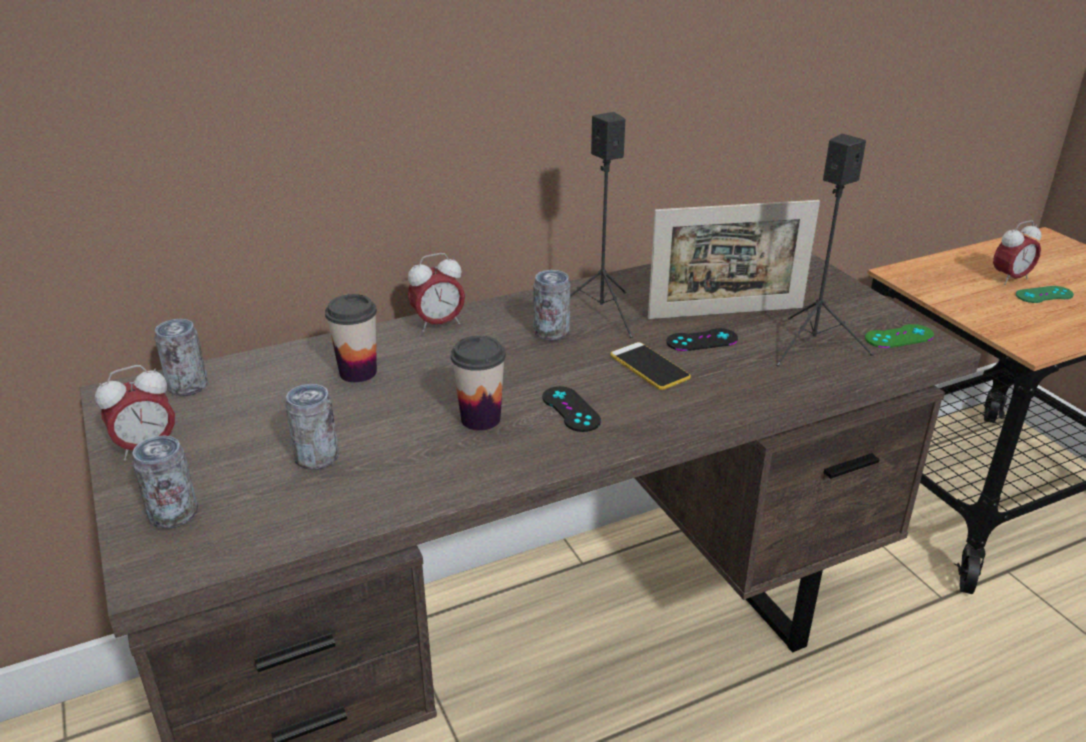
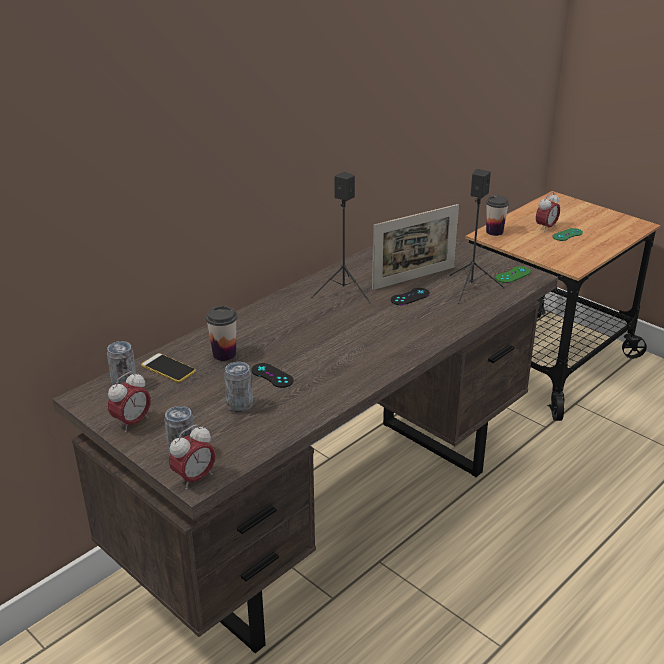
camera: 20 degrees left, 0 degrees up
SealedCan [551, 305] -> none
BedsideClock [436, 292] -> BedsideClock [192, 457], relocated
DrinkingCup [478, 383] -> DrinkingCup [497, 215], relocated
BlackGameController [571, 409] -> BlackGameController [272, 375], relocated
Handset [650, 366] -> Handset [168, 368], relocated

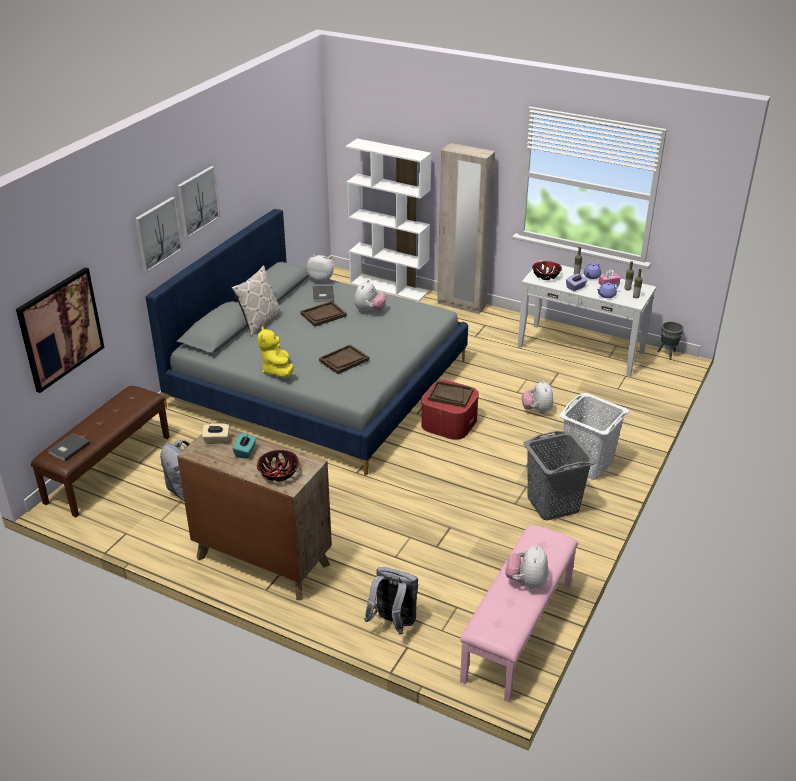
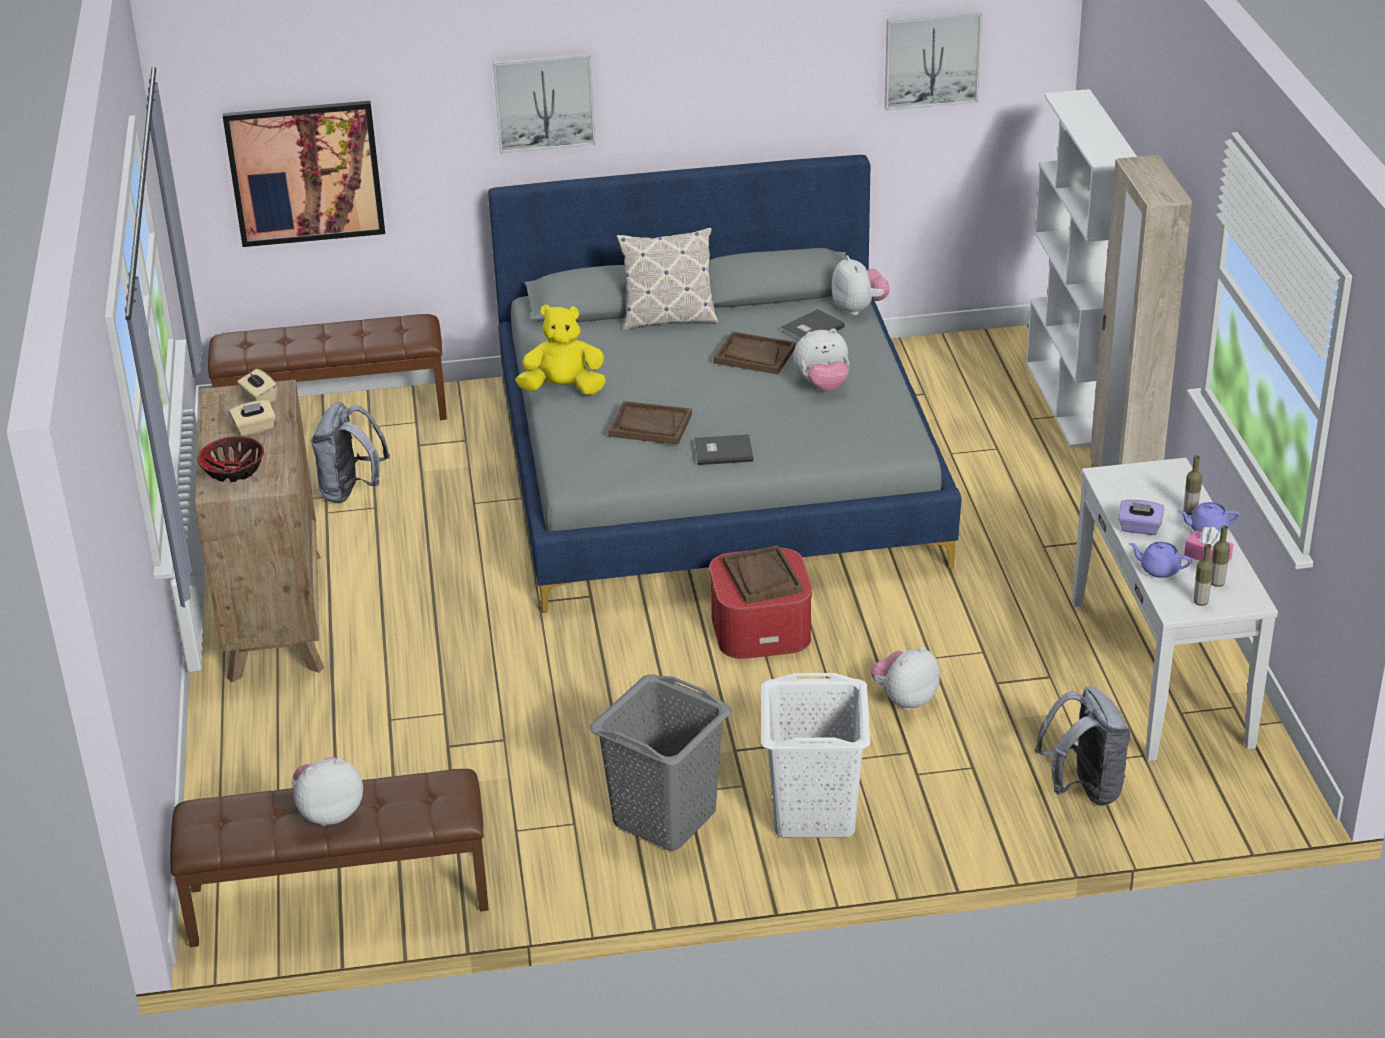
camera: 55 degrees right, 0 degrees up
DeepDish [547, 270] -> none
GreyishFlowerPot [671, 341] -> none
GreyishBoundBook [68, 447] -> GreyishBoundBook [723, 449], relocated
WallArt [198, 202] -> WallArt [933, 61], relocated
GreyishKnapsack [391, 601] -> GreyishKnapsack [1083, 746], relocated
TurquoiseColouredBoxOfTissues [244, 446] -> BeigeBoxOfTissues [252, 418]
PinkishLongSeat [519, 613] -> BrownLongSeat [329, 858]
YellowishSoftToy [276, 352] -> YellowishSoftToy [561, 350], 45 degrees clockwise

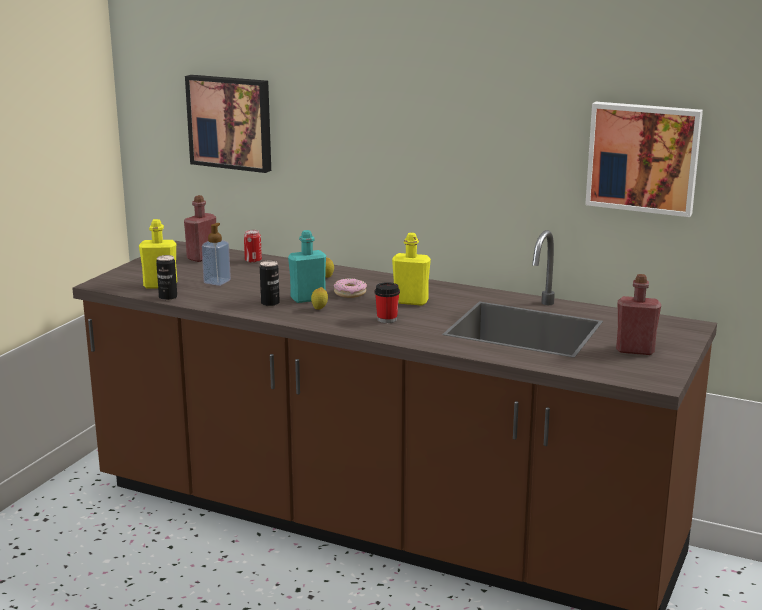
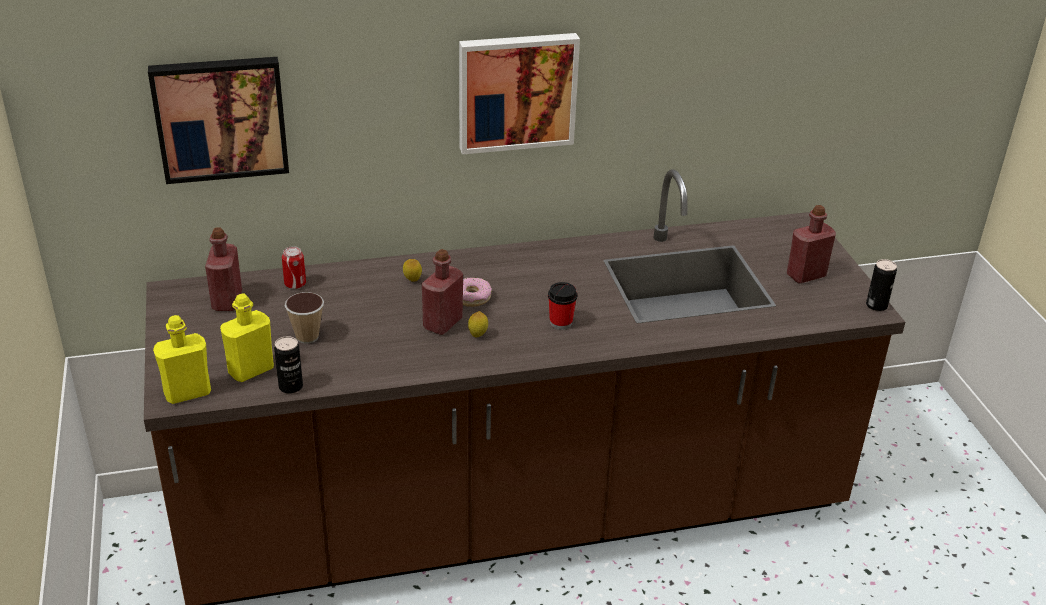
camera: 40 degrees left, 15 degrees up
SealedCan [270, 283] -> SealedCan [881, 285], relocated
YellowishBottle [411, 269] -> YellowishBottle [182, 359], relocated
WallArt [644, 159] -> WallArt [519, 93], relocated
SoapDispenser [216, 254] -> DrinkingCup [304, 318]
TurquoiseColouredBottle [307, 266] -> RedBottle [442, 292]

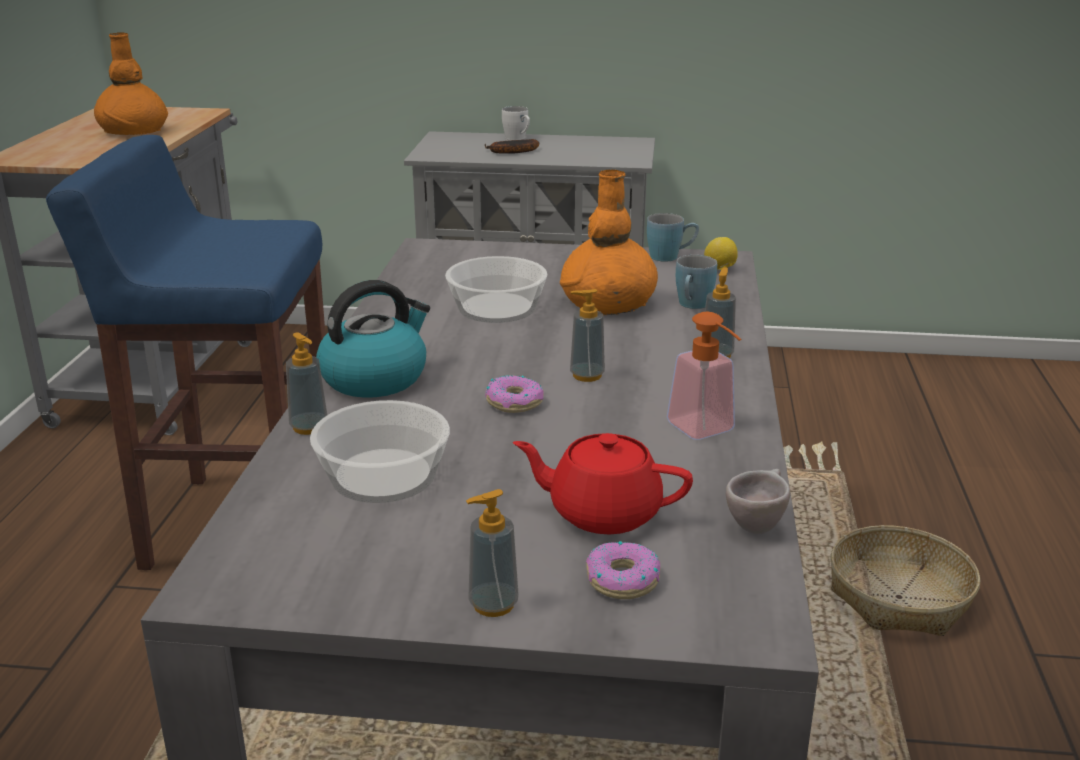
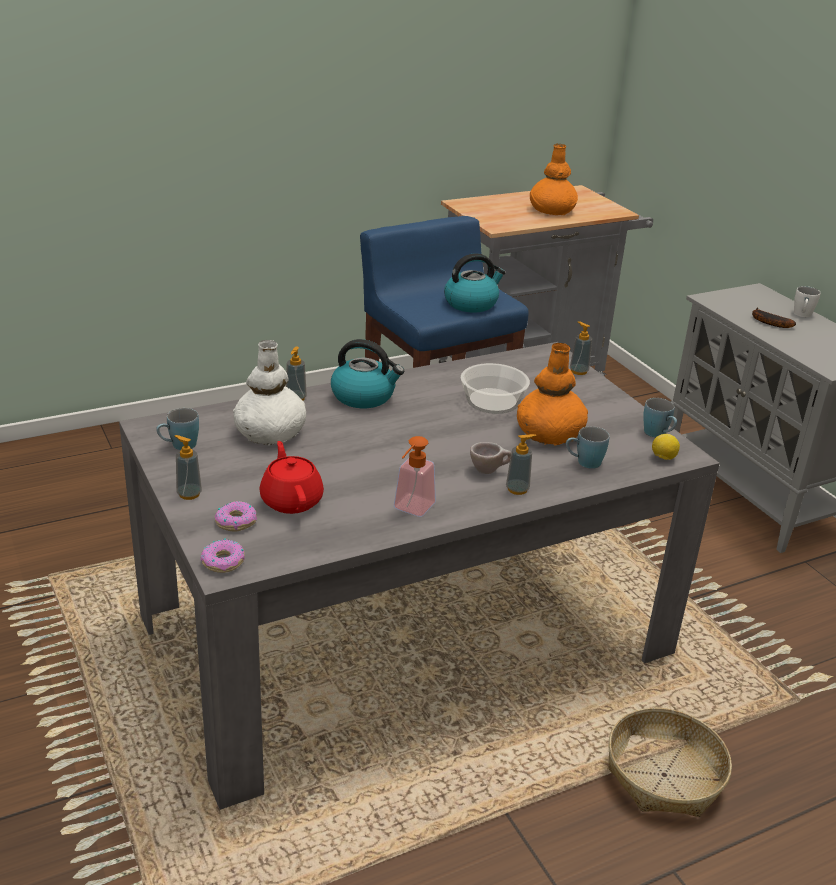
camera: 55 degrees right, 5 degrees up
none -> BluishMug [177, 429]
none -> TeaKettle [475, 283]
RingDoughnut [514, 394] -> RingDoughnut [222, 556], relocated
SoapDispenser [587, 335] -> SoapDispenser [581, 348], relocated
BeigeDrinkingCup [758, 501] -> BeigeDrinkingCup [490, 458], relocated
DeepDish [380, 451] -> WhitishFlowerVase [269, 392]

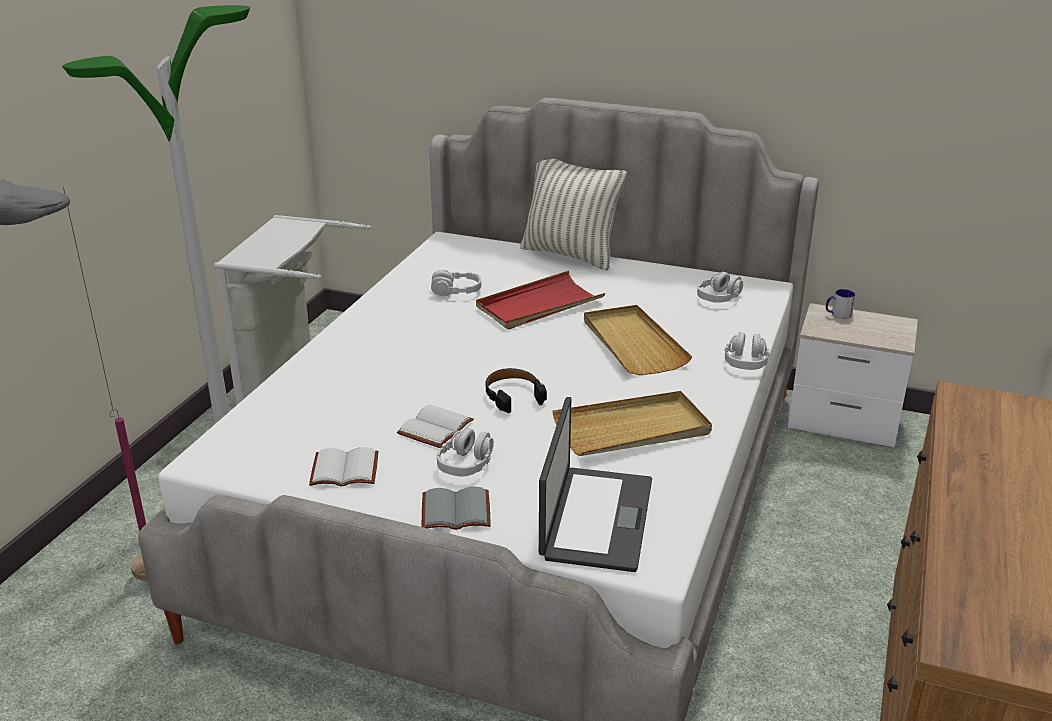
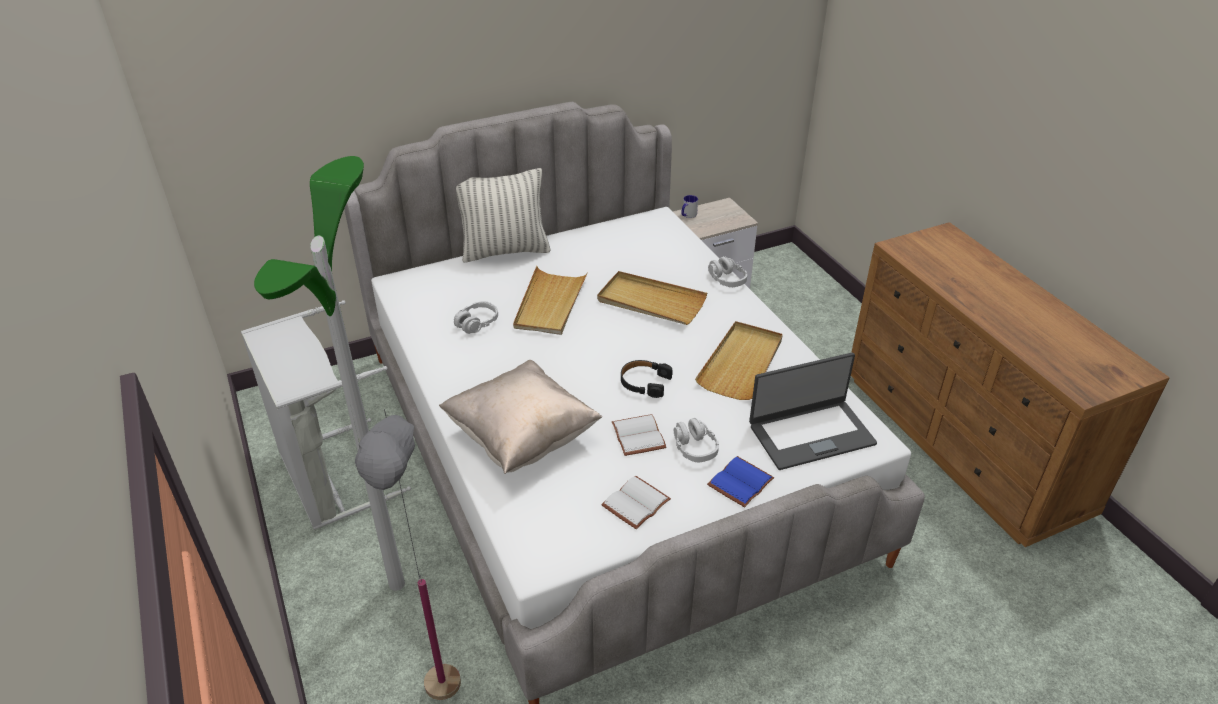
camera: 45 degrees left, 10 degrees up
GreyishHeadphones [720, 287] -> none
none -> BeigePillow [520, 417]
GreyishBoundBook [456, 508] -> BluishBoundBook [740, 481]
RedCarryingTray [540, 300] -> BeigeCarryingTray [550, 300]
PortableComputer [595, 484] -> PortableComputer [813, 411], 105 degrees clockwise

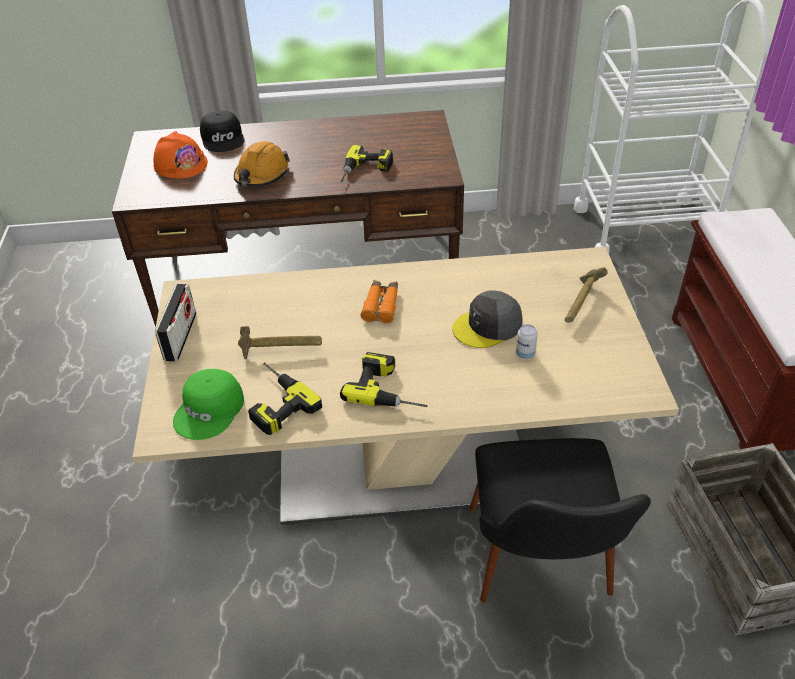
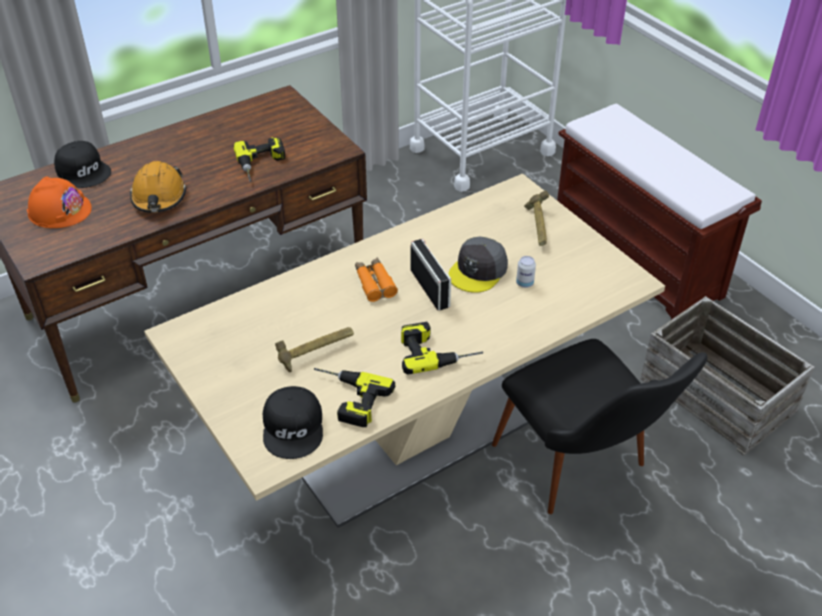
camera: 30 degrees left, 0 degrees up
RadioReceiver [175, 322] -> RadioReceiver [431, 275], relocated
GreenishBaseballCap [208, 404] -> BlackBaseballCap [293, 422]

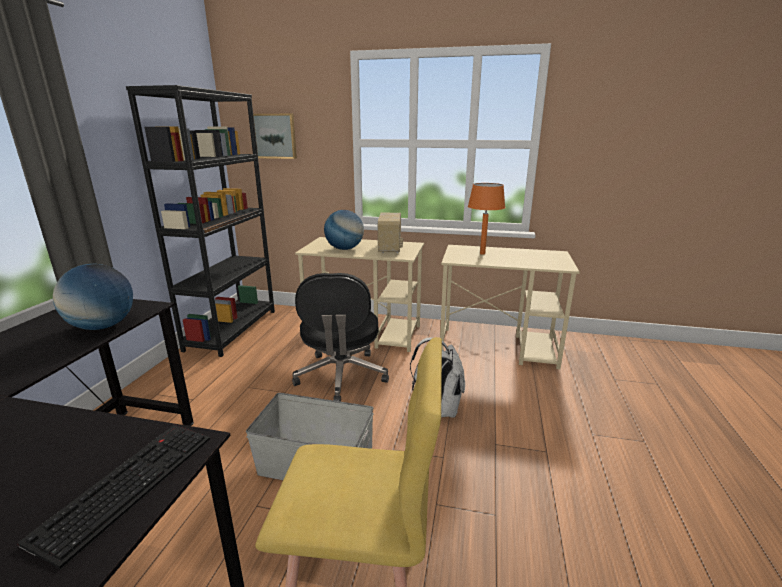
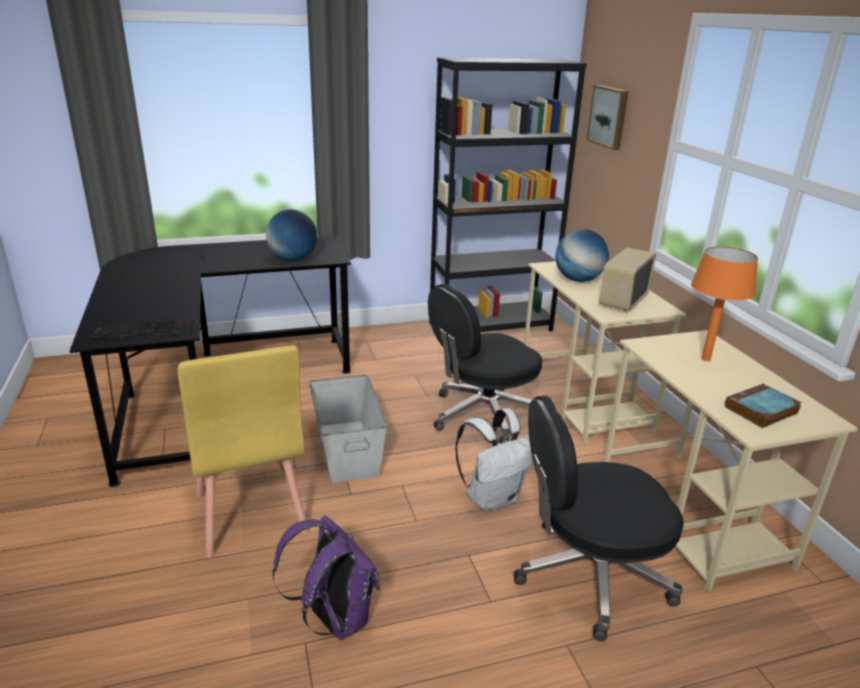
camera: 60 degrees right, 5 degrees up
none -> PurplishKnapsack [326, 577]
none -> BlackDeskChair [599, 518]
none -> BoundBook [763, 405]
RadioReceiver [390, 233] -> RadioReceiver [627, 279], 150 degrees clockwise

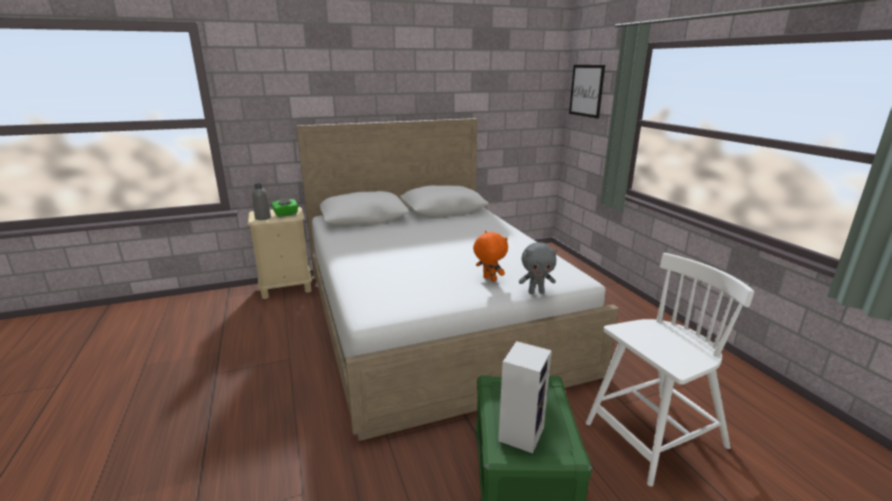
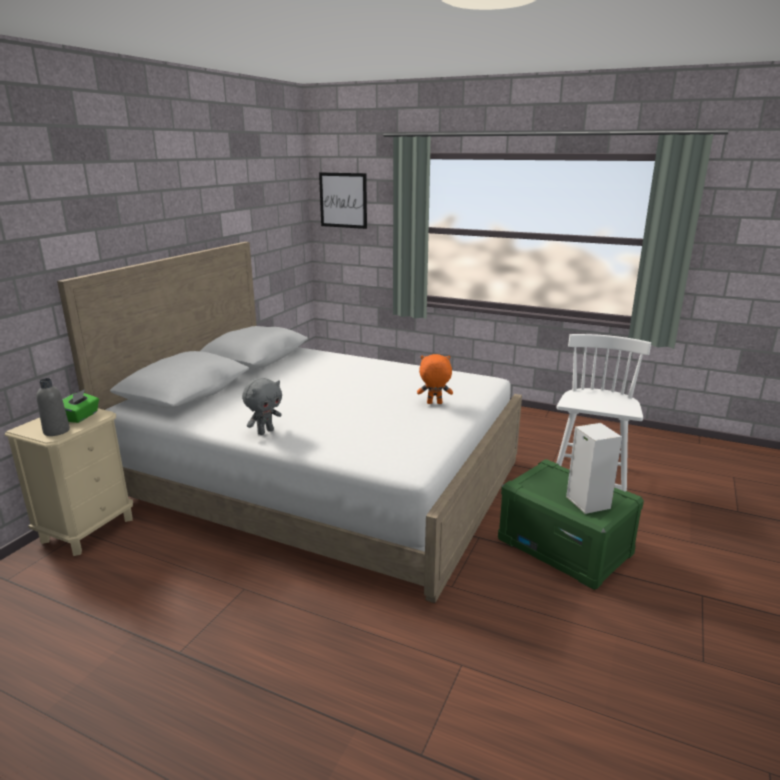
camera: 45 degrees left, 0 degrees up
GreyishSoftToy [538, 268] -> GreyishSoftToy [262, 406], relocated

